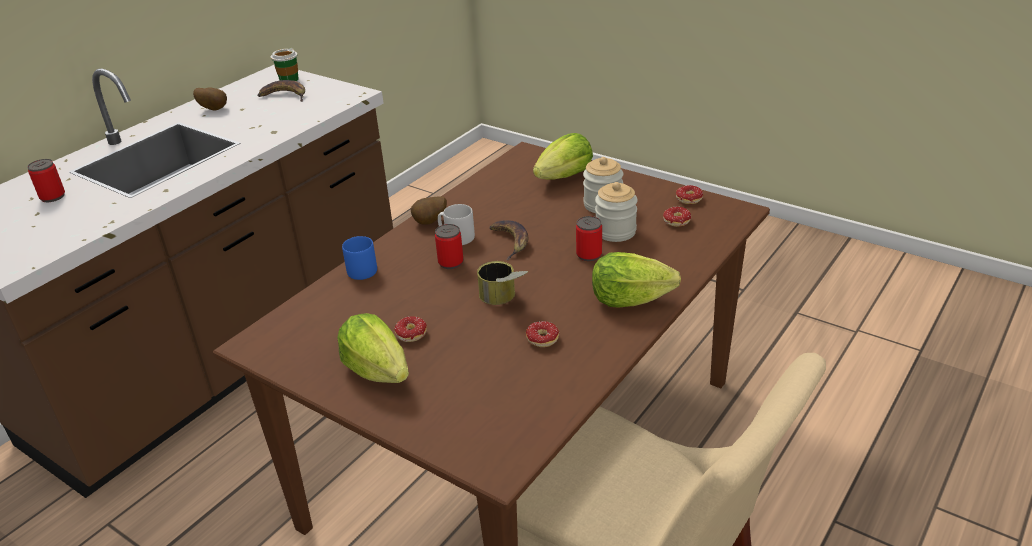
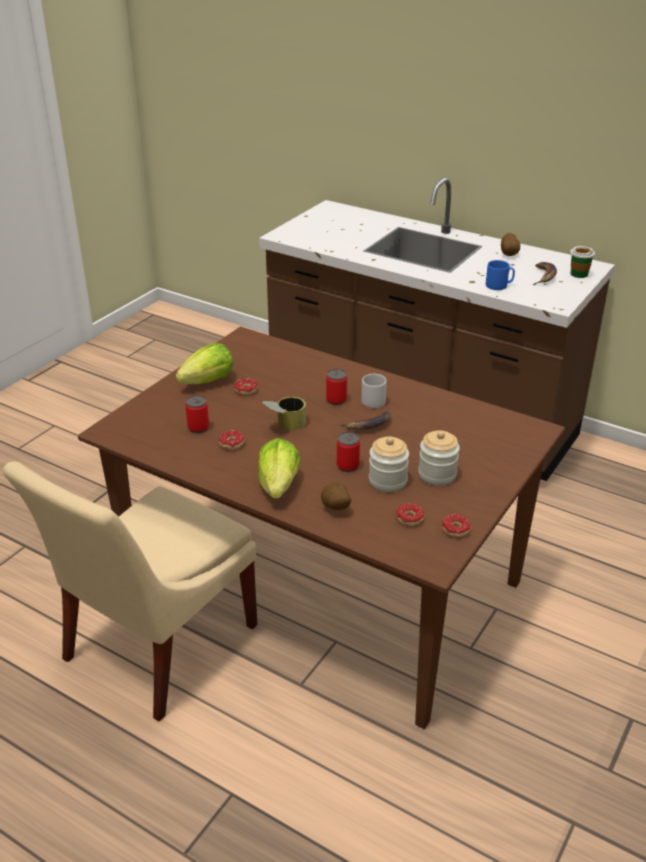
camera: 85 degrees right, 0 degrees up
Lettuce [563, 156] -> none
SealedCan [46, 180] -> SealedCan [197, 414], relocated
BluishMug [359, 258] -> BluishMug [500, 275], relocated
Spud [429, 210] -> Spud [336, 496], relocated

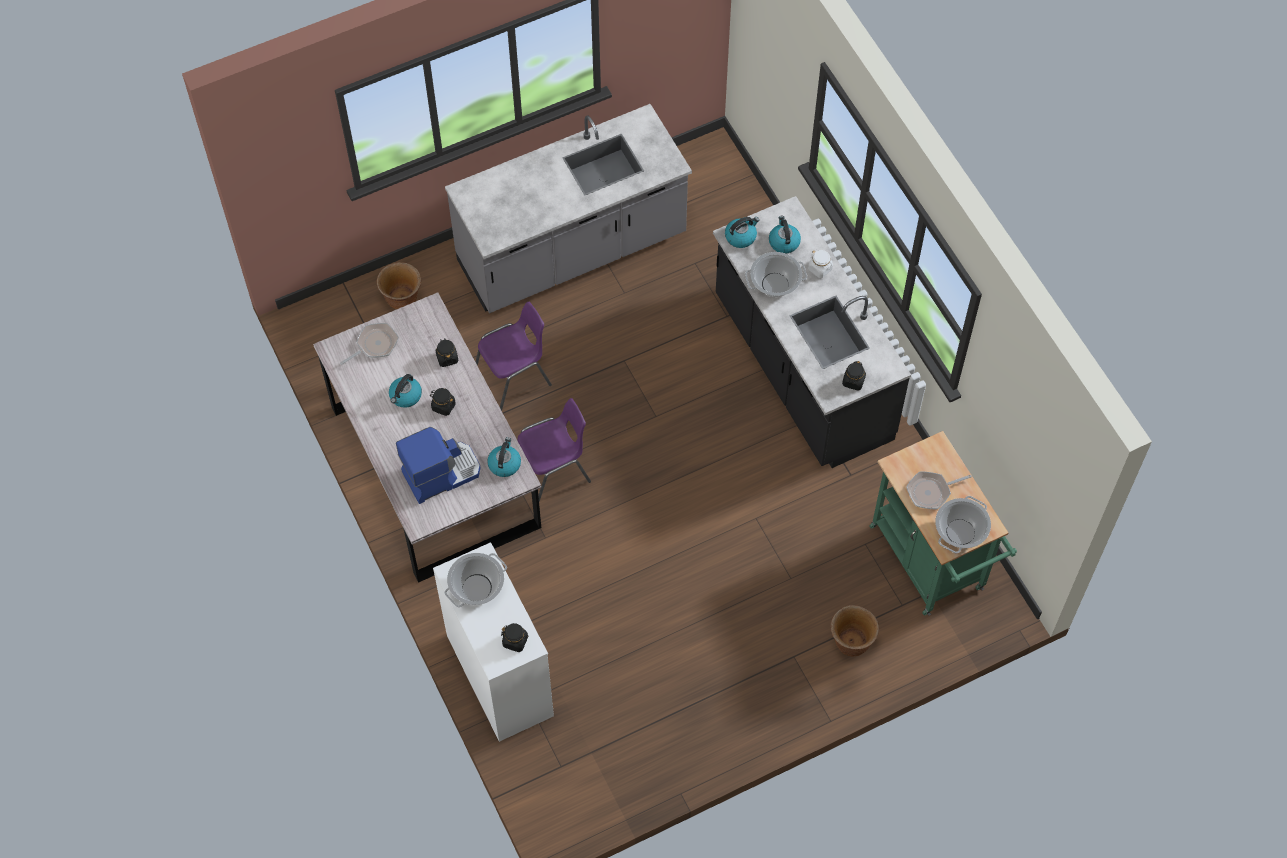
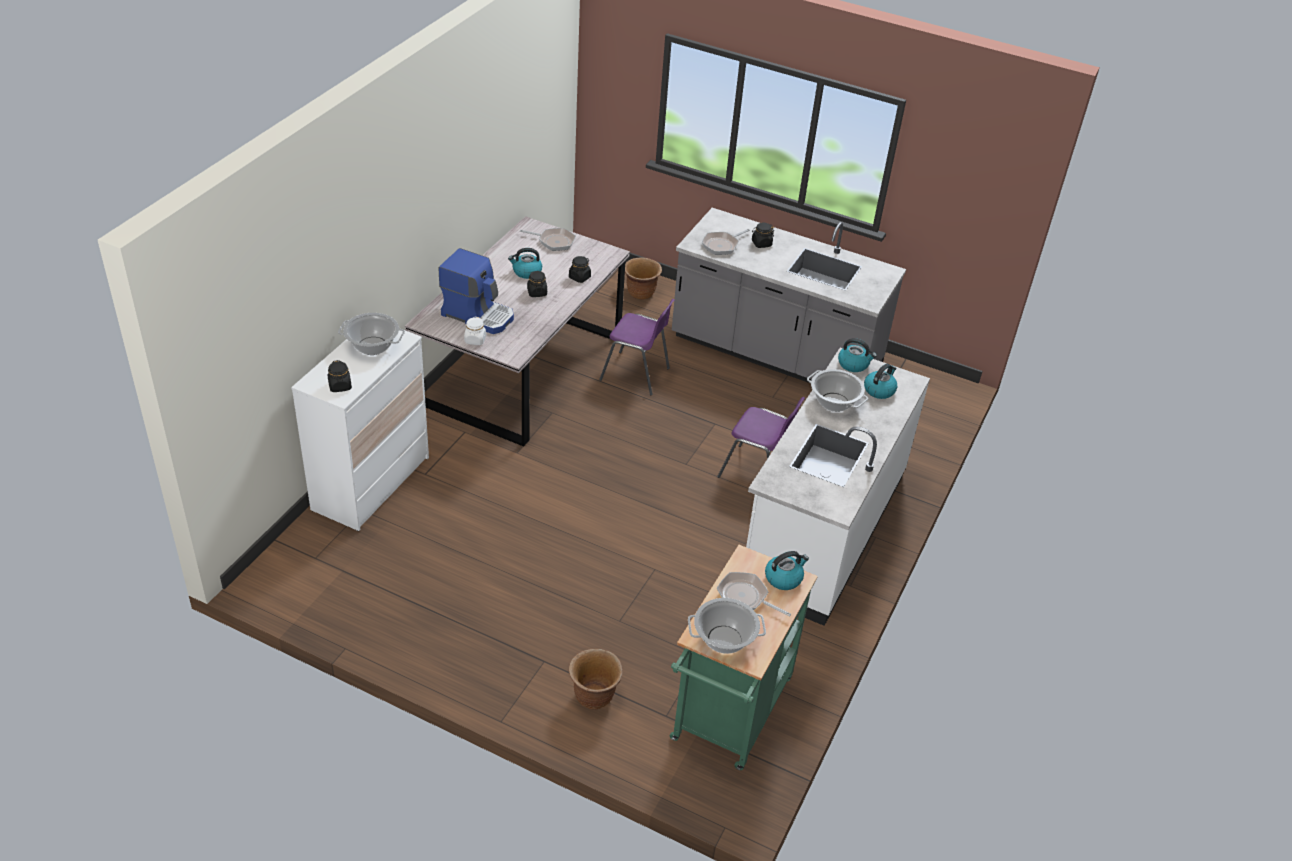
camera: 50 degrees right, 20 degrees down
none -> FryingPan [726, 242]
TeaKettle [504, 457] -> TeaKettle [787, 570], relocated
PurplishChair [554, 450] -> PurplishChair [761, 437], relocated
WhitishJar [820, 264] -> WhitishJar [475, 331], relocated
BlackJar [854, 376] -> BlackJar [763, 235], relocated
BlackKitchenBaseUnit [812, 332] -> WhitishKitchenBaseUnit [838, 487]

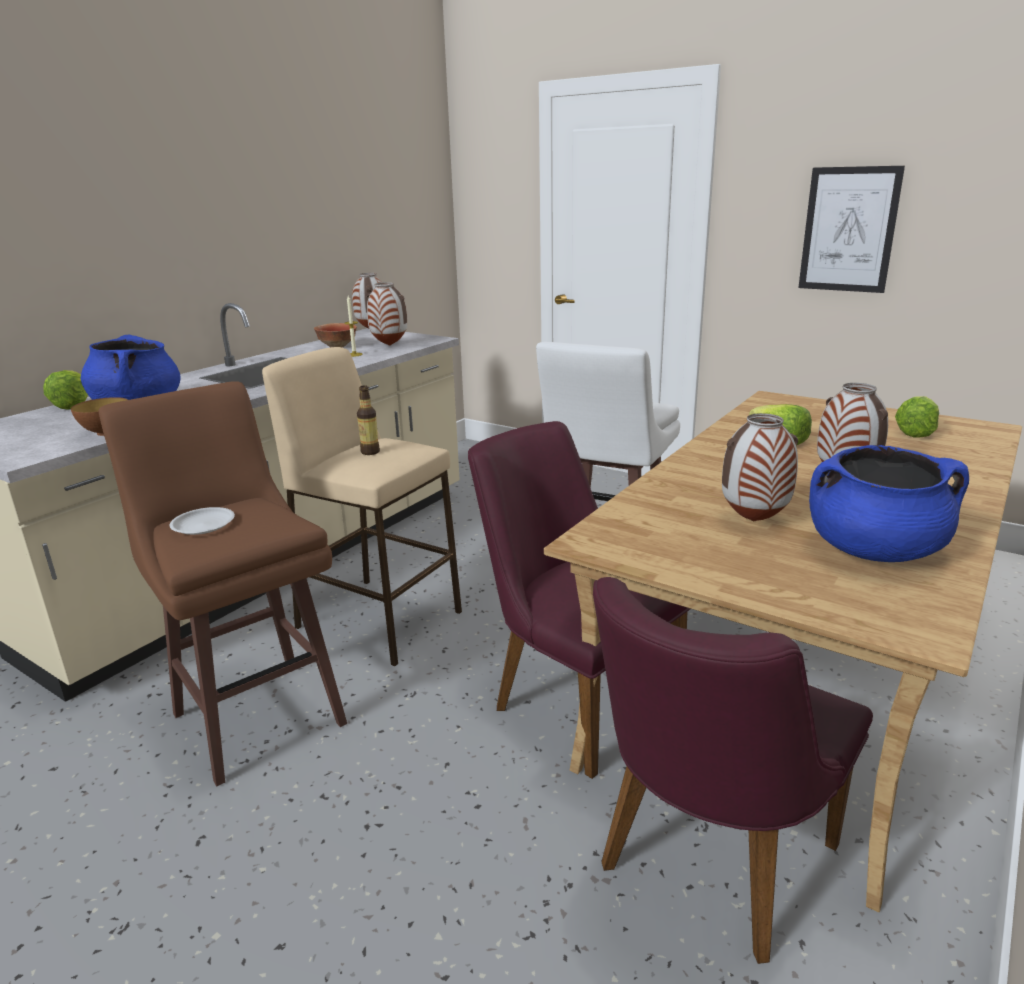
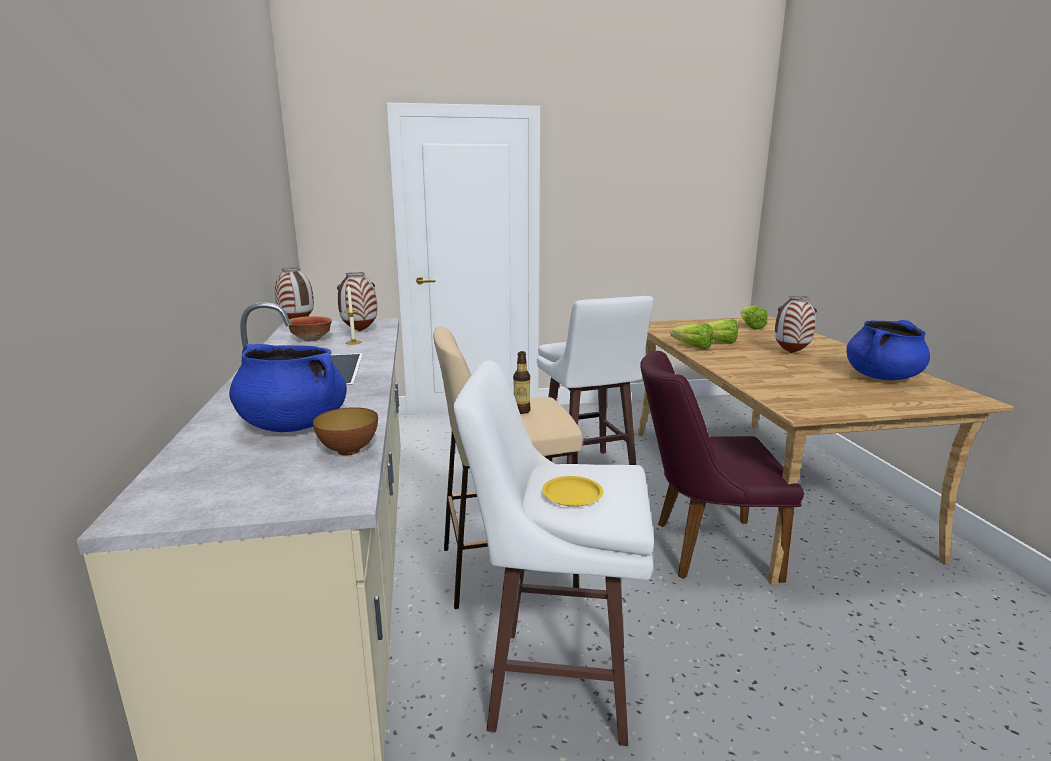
camera: 45 degrees left, 5 degrees down
PurplishChair [733, 770] -> none
FlowerVase [760, 467] -> none
WallArt [852, 229] -> none
Lettuce [65, 390] -> Lettuce [691, 336], relocated
BrownStoolSeat [223, 584] -> WhitishStoolSeat [553, 553]
WhitishDinnerPlate [202, 521] -> YellowishDinnerPlate [572, 491]

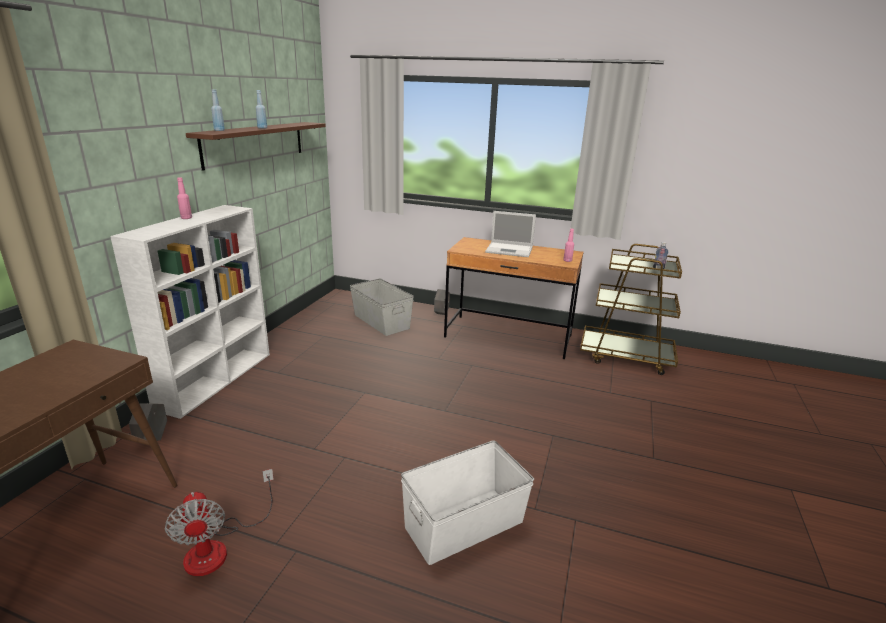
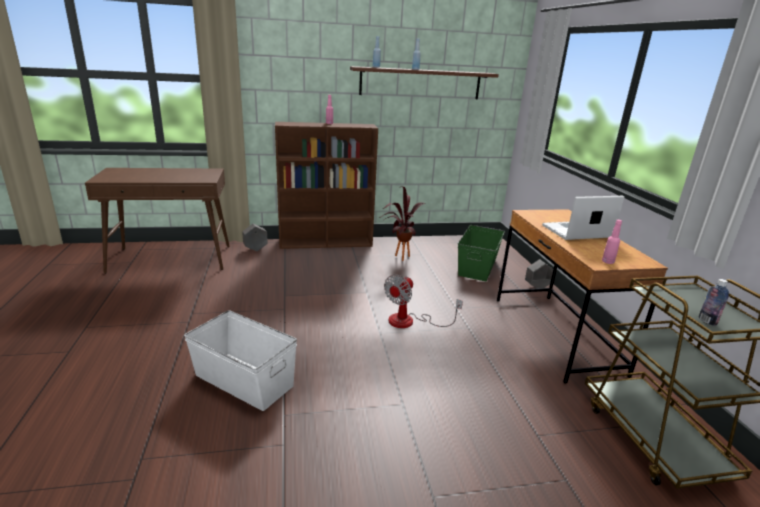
camera: 60 degrees right, 0 degrees up
none -> PlantInAPot [403, 223]
ElectricFan [219, 522] -> ElectricFan [423, 301], relocated
WhitishBookshelf [190, 312] -> BrownBookshelf [326, 185]
GreyishStorageBin [382, 307] -> GreenishStorageBin [481, 253]
PortableComputer [510, 234] -> PortableComputer [583, 218], 90 degrees clockwise

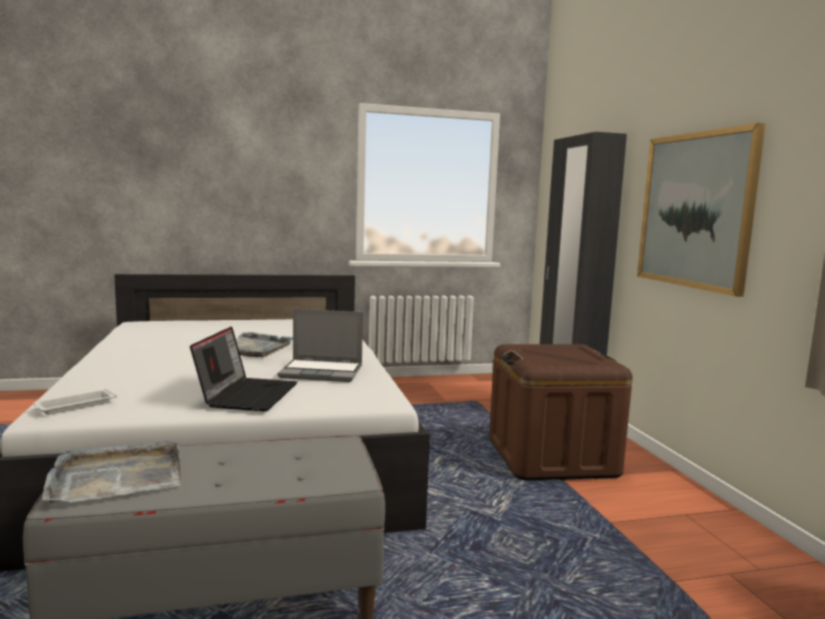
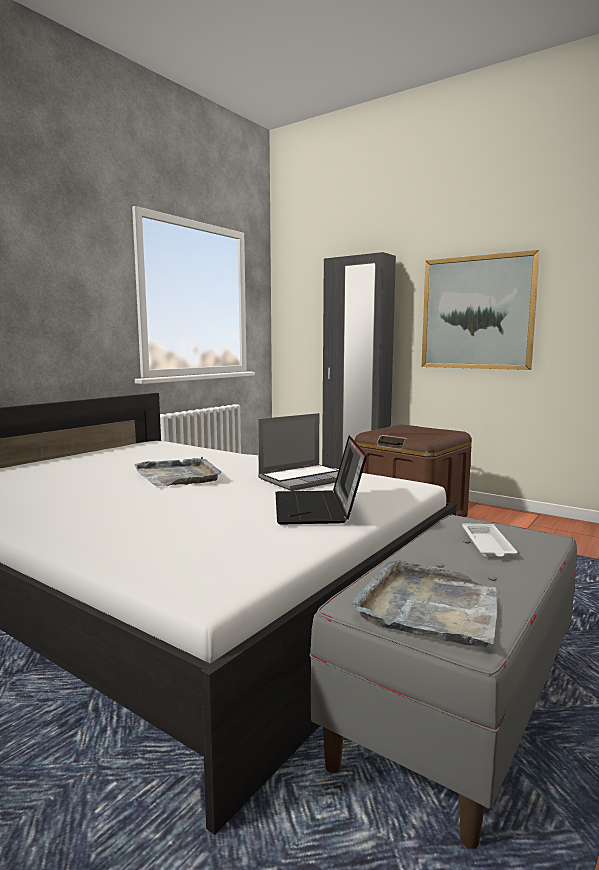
camera: 40 degrees left, 0 degrees up
WhitishCarryingTray [75, 402] -> WhitishCarryingTray [490, 540], relocated
PortableComputer [243, 369] -> PortableComputer [321, 480], 150 degrees counterclockwise

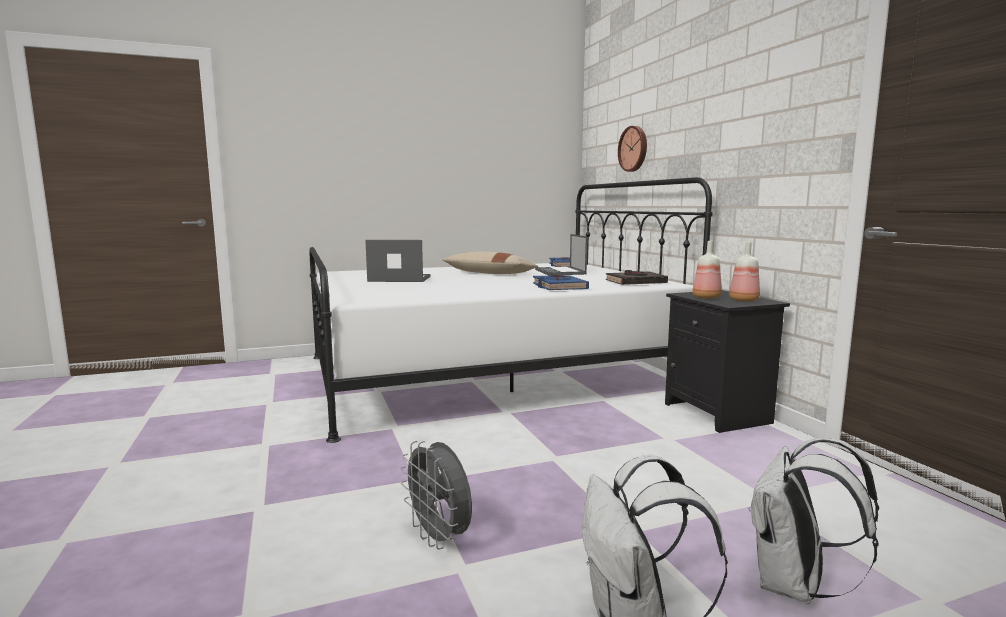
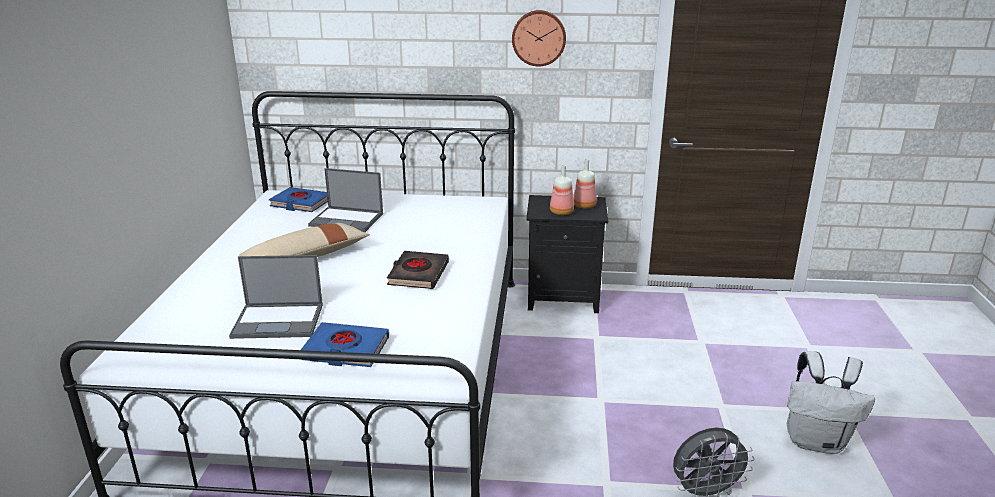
camera: 65 degrees left, 15 degrees up
WhitishKnapsack [814, 521] -> none
BluishBoundBook [561, 282] -> BluishBoundBook [345, 344], relocated
BlackBoundBook [636, 277] -> BlackBoundBook [418, 270], relocated
WallClock [632, 149] -> WallClock [539, 38], relocated
PortableComputer [398, 261] -> PortableComputer [276, 297], 120 degrees counterclockwise

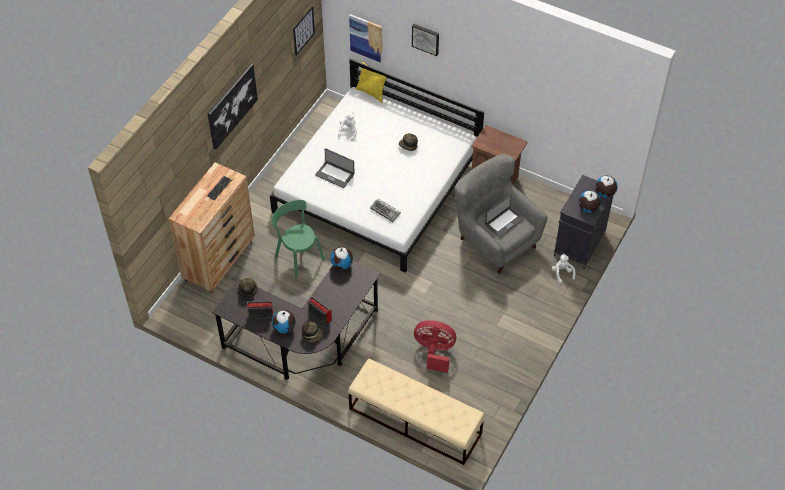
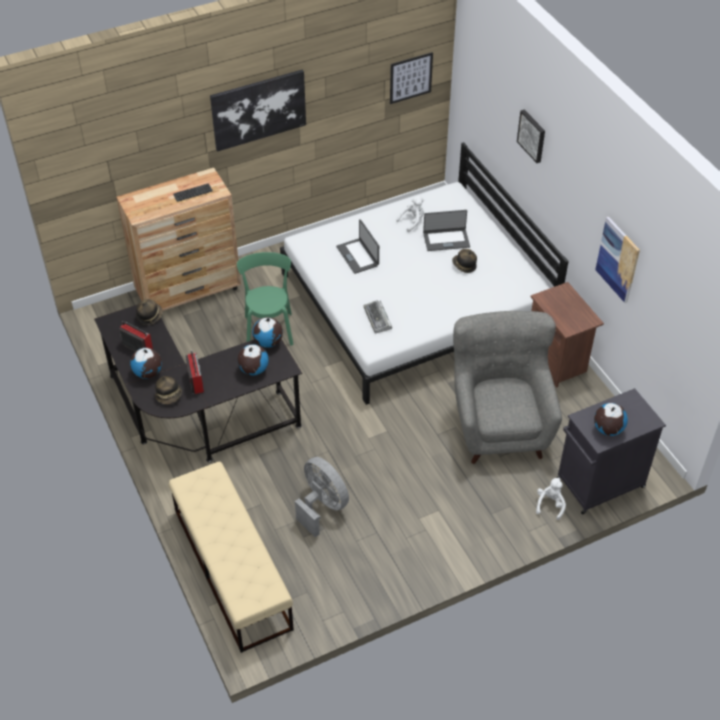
camera: 35 degrees right, 5 degrees down
YellowishPillow [371, 82] -> none
WallArt [365, 38] -> WallArt [617, 260], relocated
PortableComputer [504, 216] -> PortableComputer [446, 230], relocated
WorldGlobe [606, 187] -> WorldGlobe [253, 359], relocated
RedElectricFan [435, 346] -> GreyishElectricFan [322, 497]

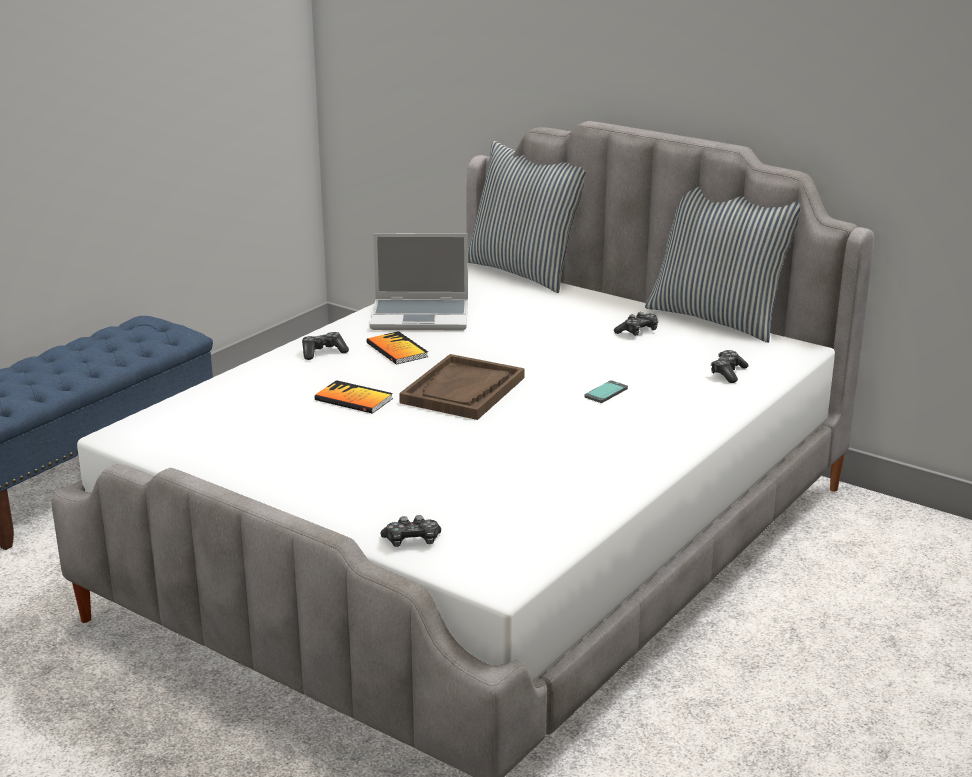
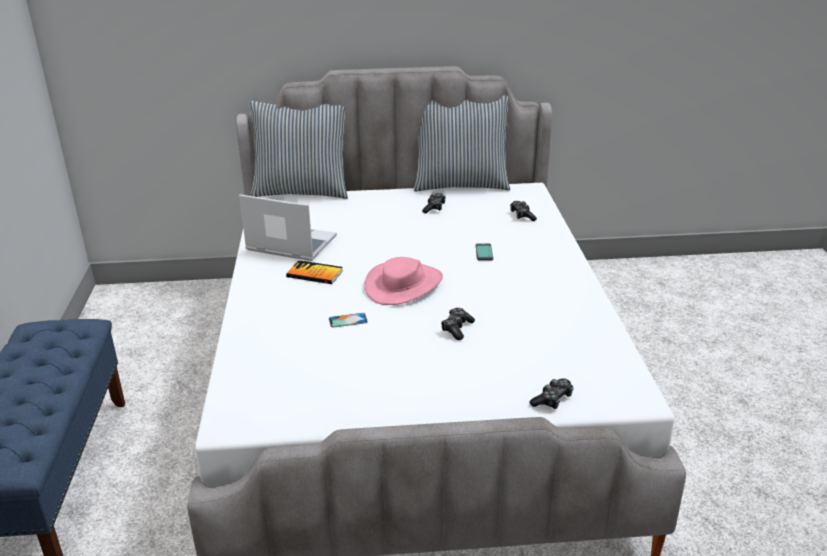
camera: 40 degrees left, 5 degrees up
GameController [325, 346] -> GameController [458, 324], relocated
BoundBook [354, 397] -> Handset [348, 320]
BrownCarryingTray [461, 387] -> PinkishWearableHat [403, 281]
PortableComputer [419, 281] -> PortableComputer [288, 228], 120 degrees counterclockwise

